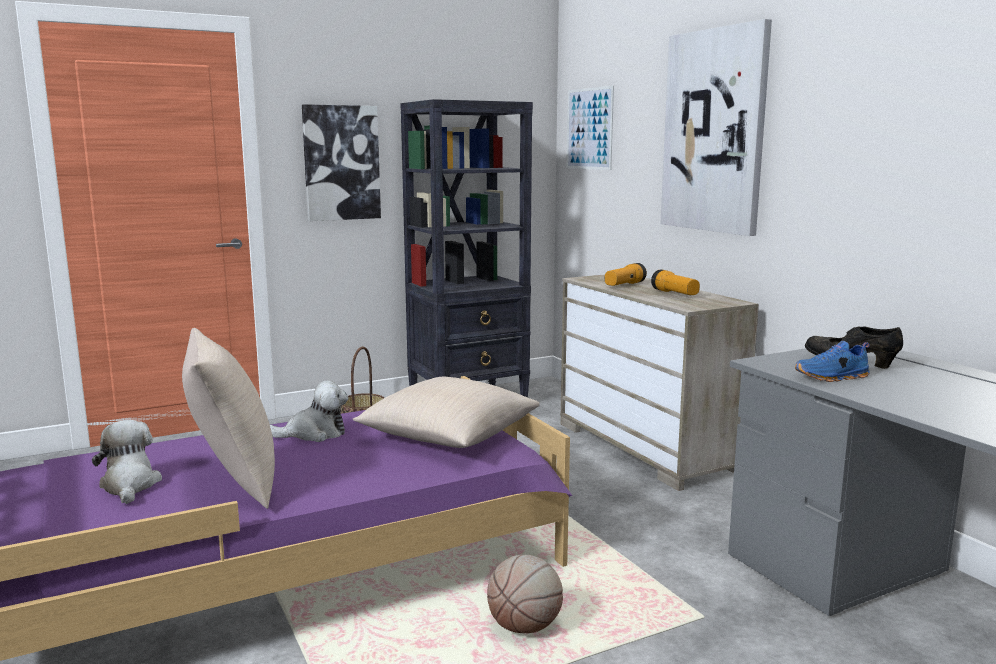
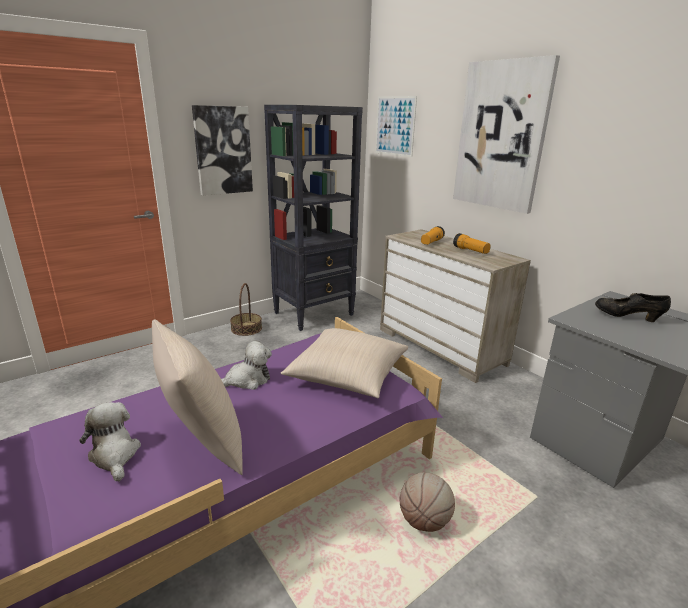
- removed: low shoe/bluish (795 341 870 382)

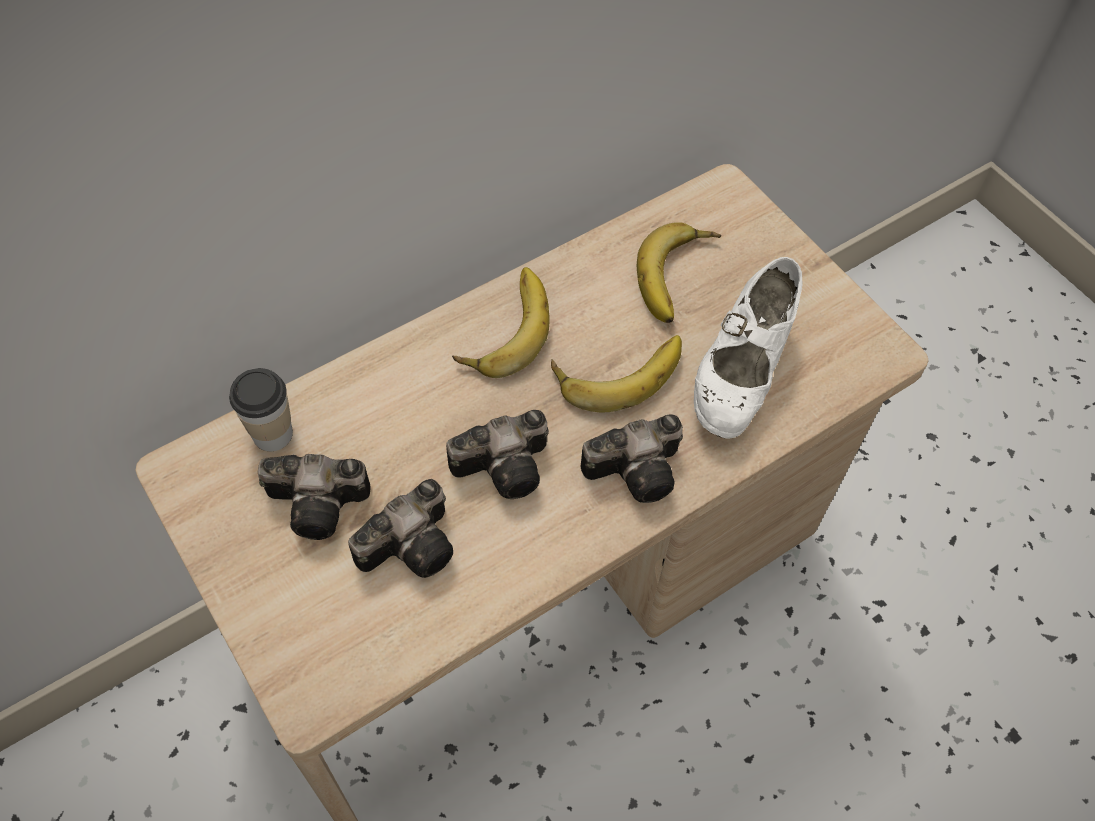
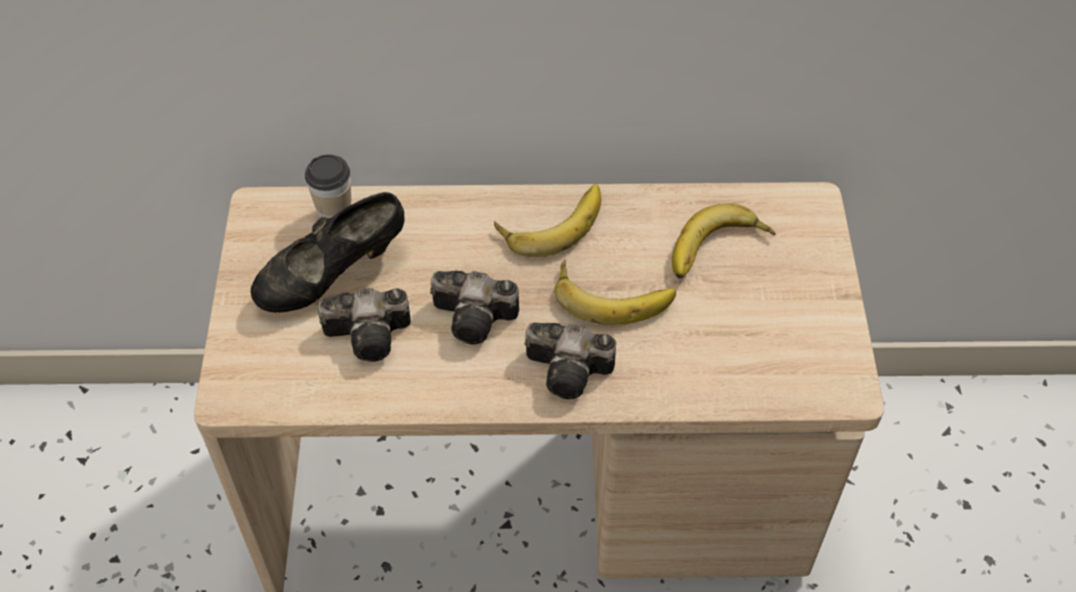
- removed: low shoe/white (694 257 802 438)
- replaced: photo camera (258 454 371 540) to low shoe/blackish (251 192 405 313)

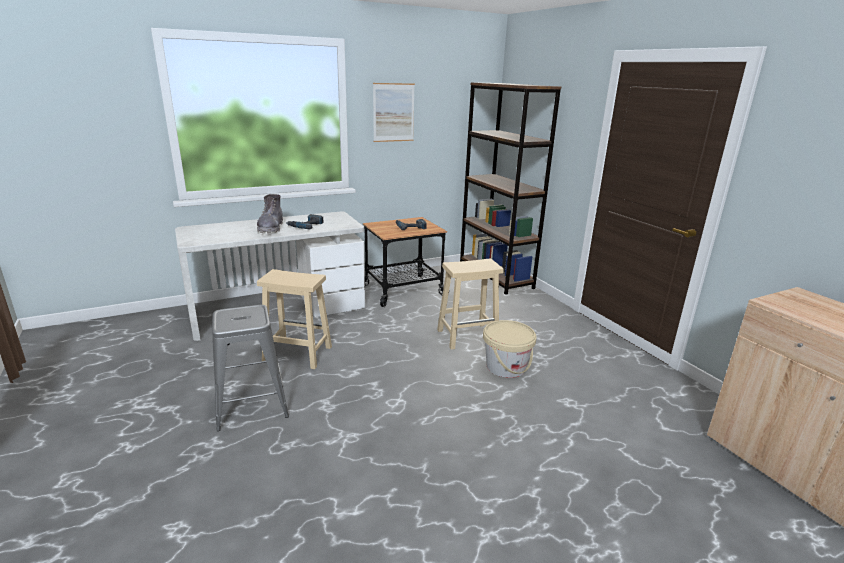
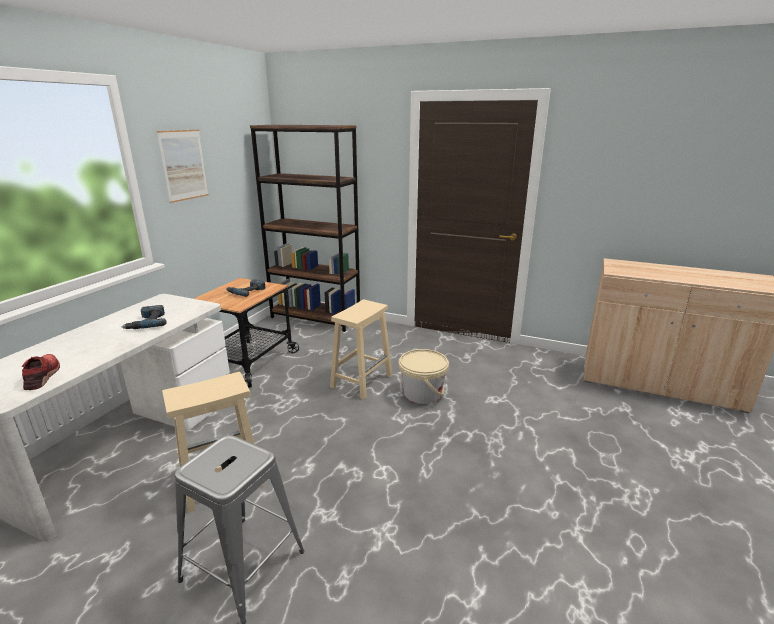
- removed: boot/grey (257 194 283 234)
- added: low shoe/reddish (22 354 60 390)

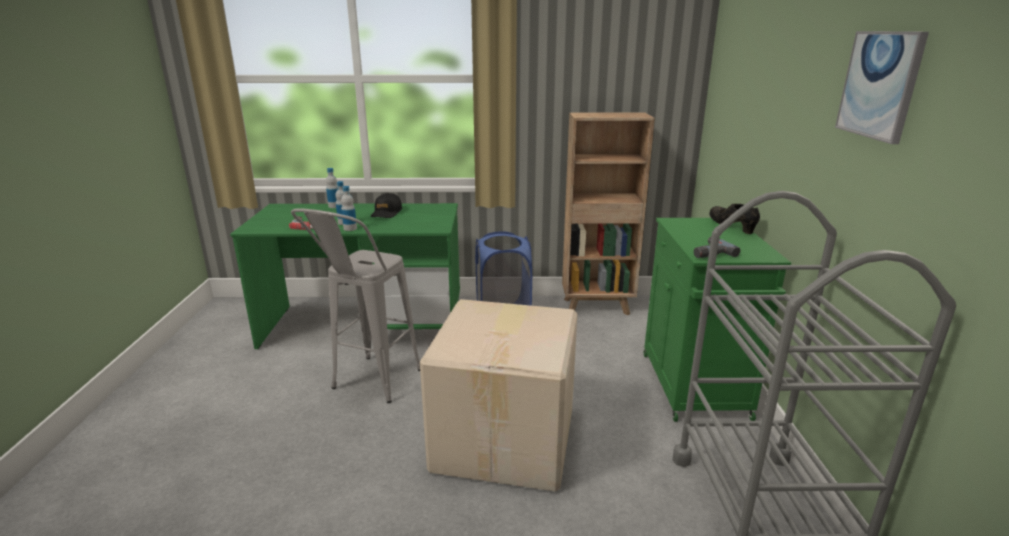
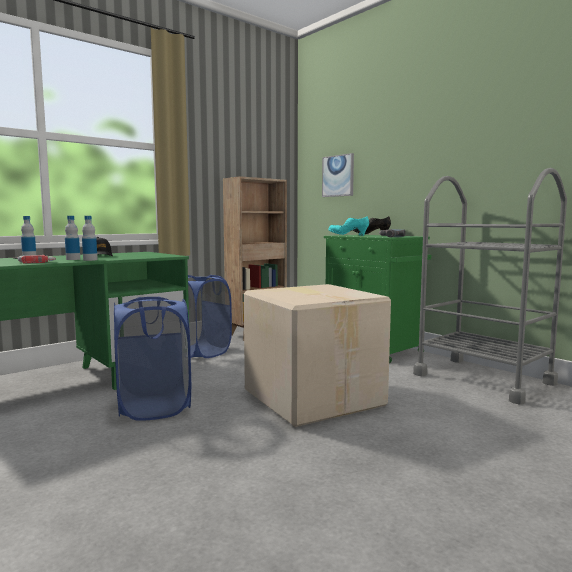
- added: low shoe/turquoise (328 216 369 236)
- moved: picture (835 31 929 144) to (322 153 354 197)
- replaced: stool/grey (291 208 420 403) to washing basket/bluish (114 297 191 421)

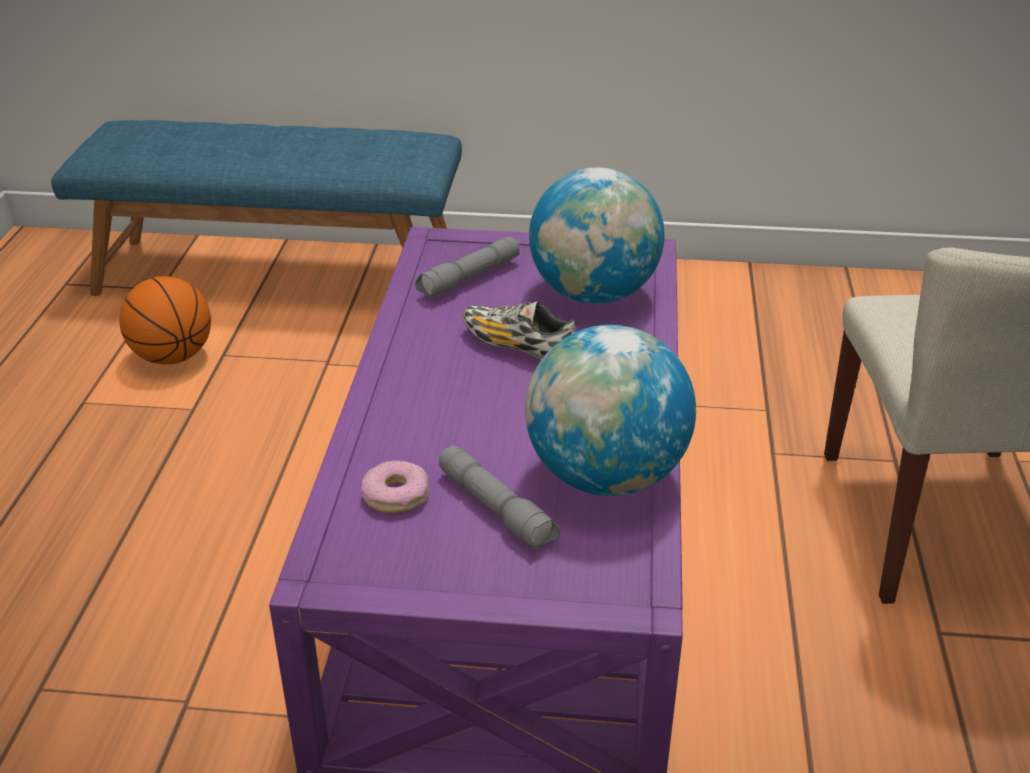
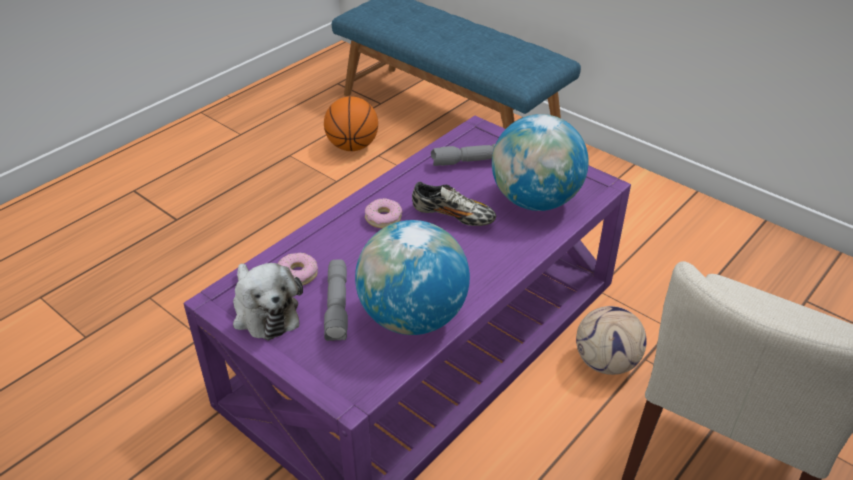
- added: plush toy (233 263 303 341)
- added: doughnut (365 198 402 229)
- added: football ball (576 306 647 375)
- turned: low shoe (462 301 576 360) = (412 182 496 226) 135 degrees clockwise

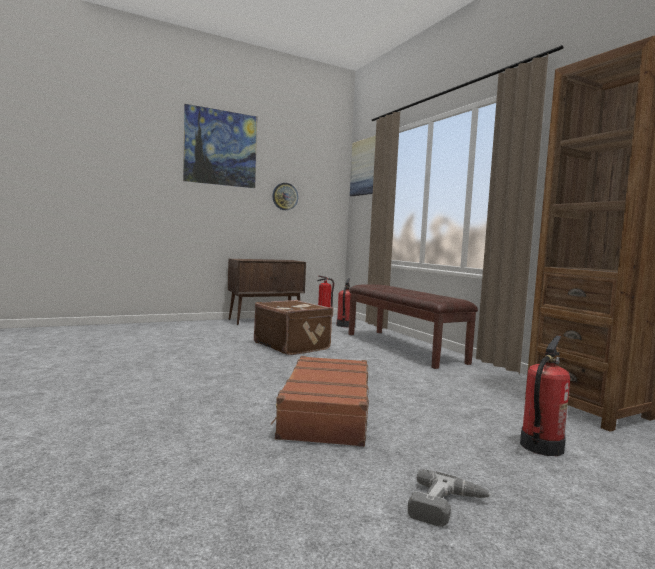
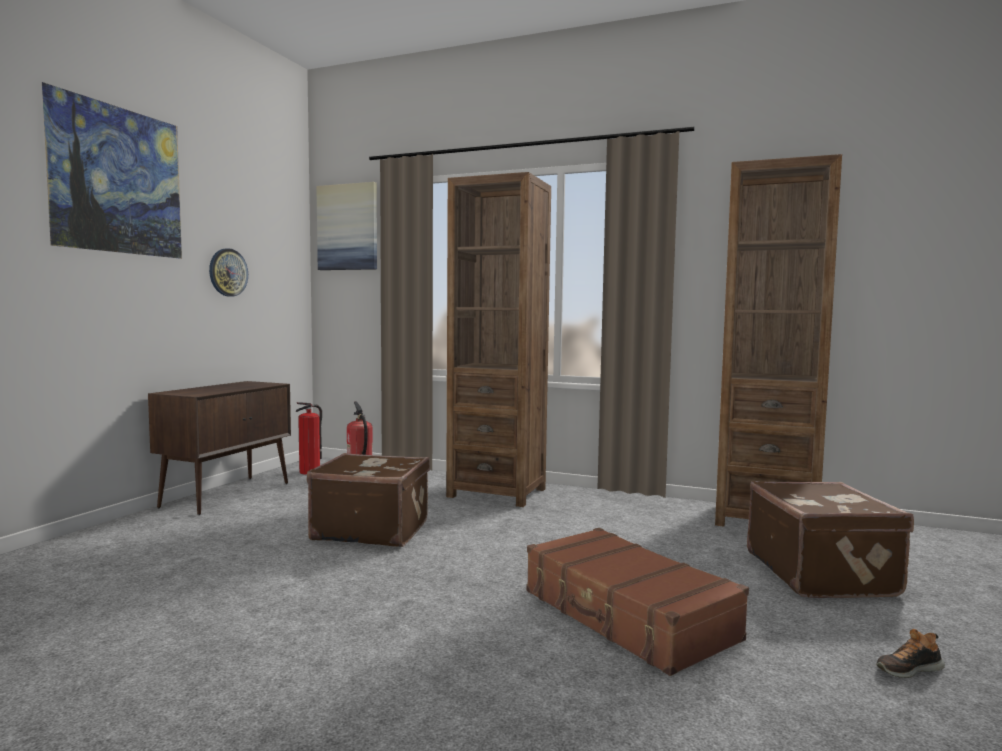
- replaced: bench/brownish (349 284 478 369) to bookshelf/brownish (446 172 551 507)
- replaced: power drill (407 469 491 527) to low shoe (876 629 945 678)
- replaced: extinguisher (520 335 570 456) to suitcase/brownish (747 481 914 598)

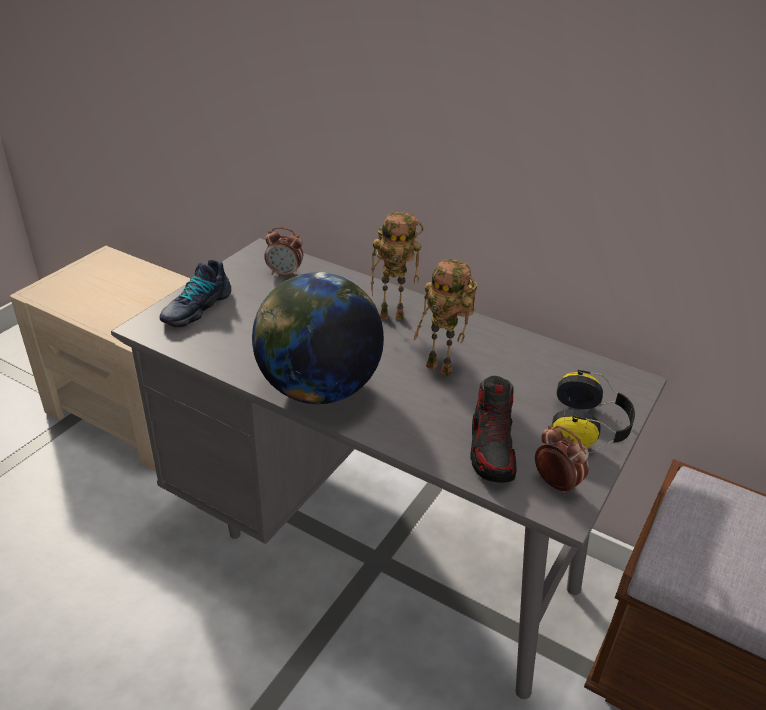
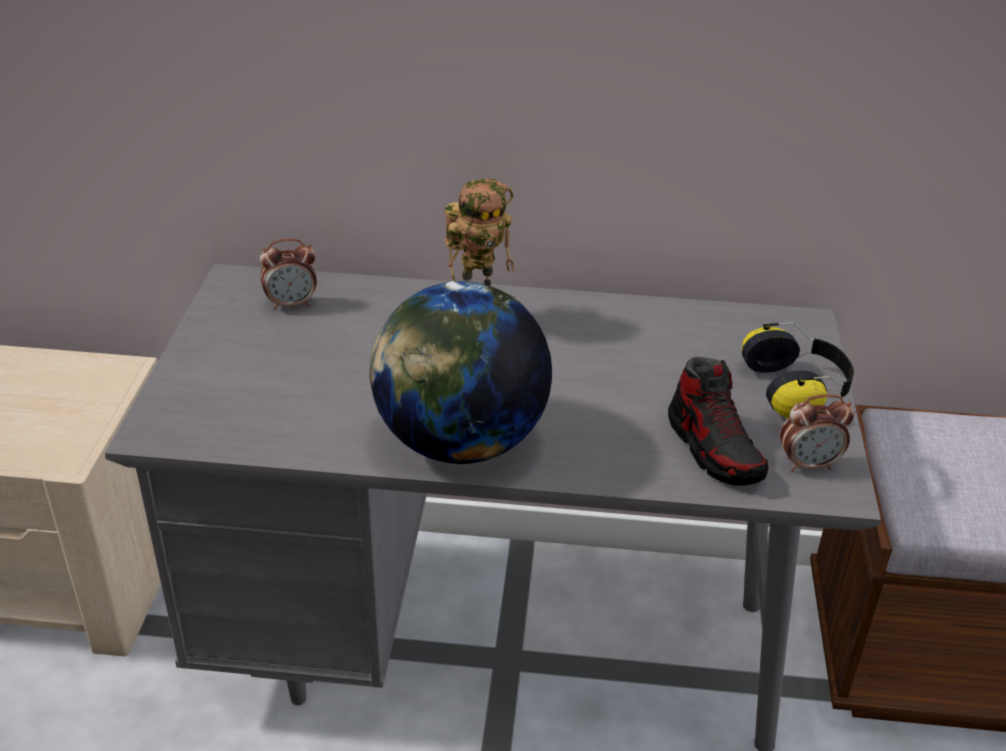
- removed: low shoe (160 259 231 328)
- removed: model robot (414 259 477 377)
- turned: table clock (535 425 589 495) = (780 394 854 472) 150 degrees clockwise

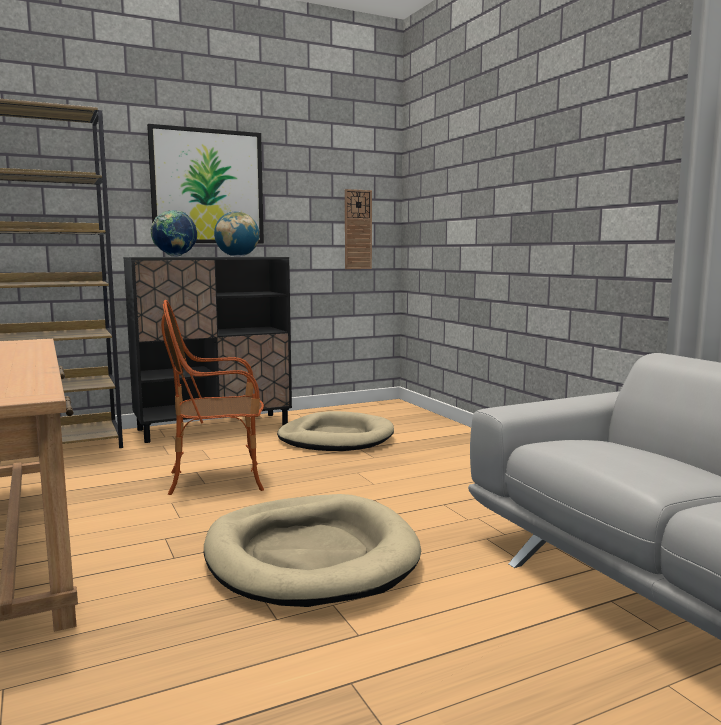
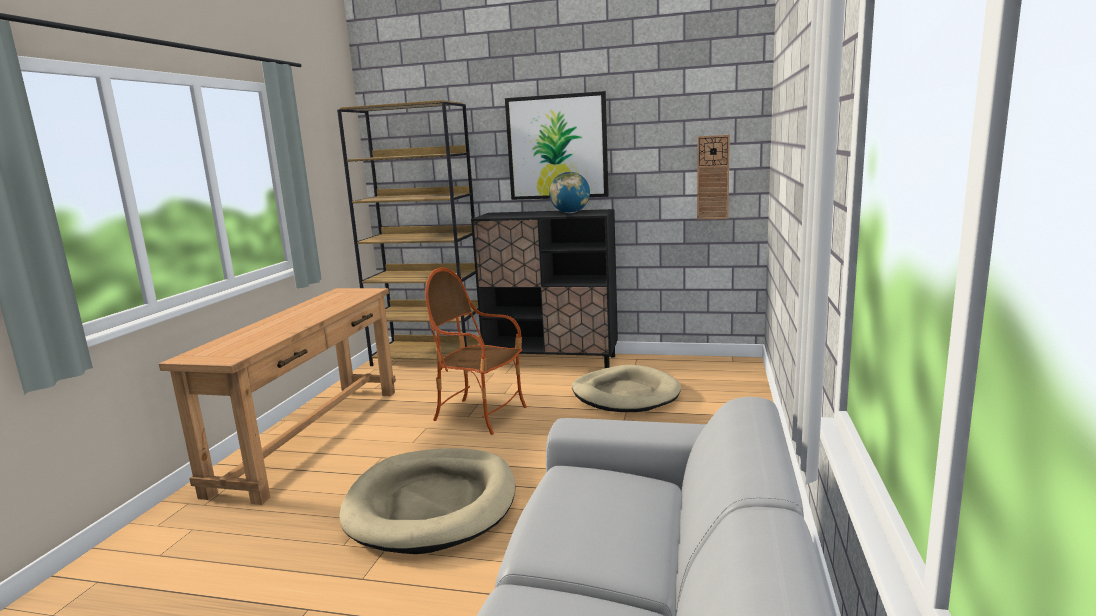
- removed: globe (151 210 197 257)

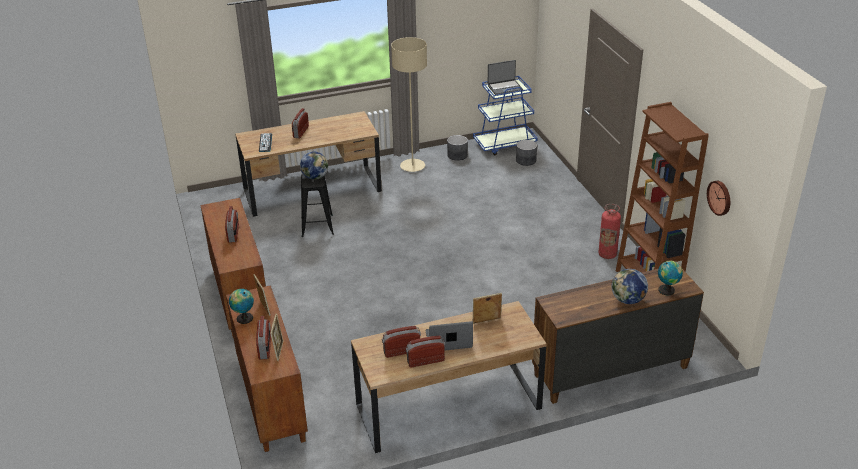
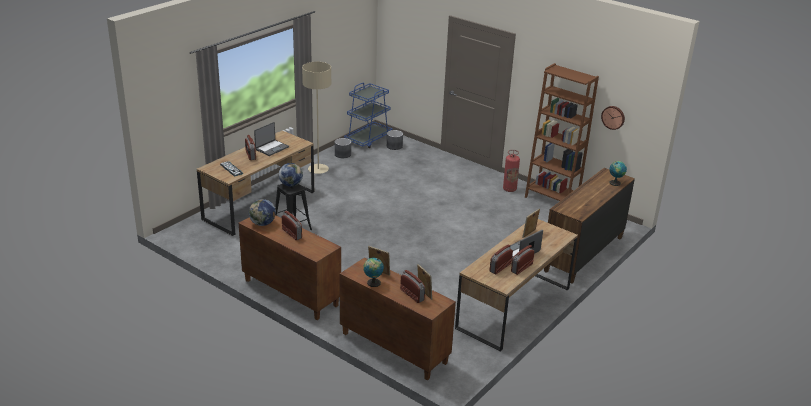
- moved: notebook computer (488 60 523 95) to (254 122 289 156)
- moved: globe (612 269 648 304) to (249 199 276 226)

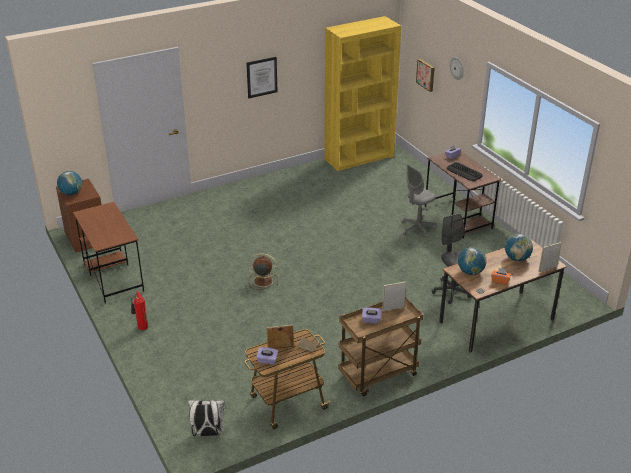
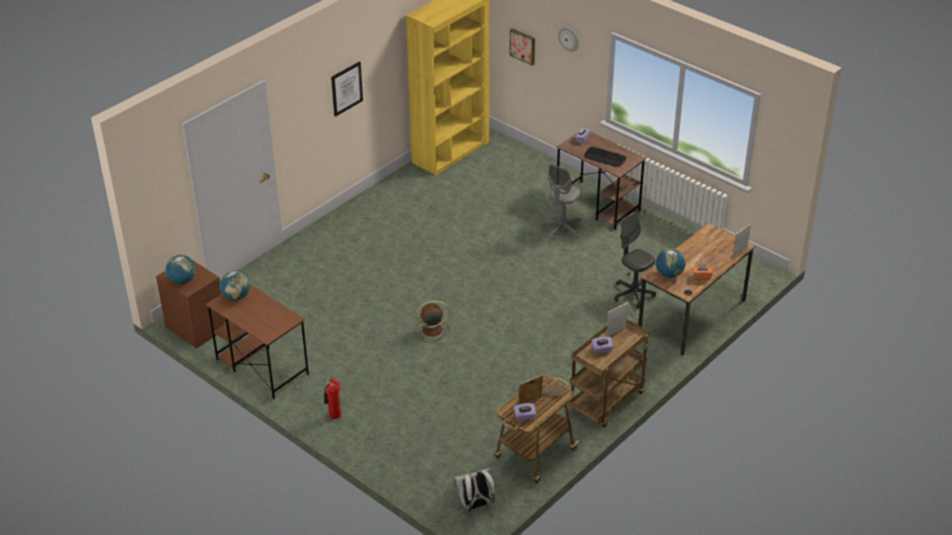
- moved: globe (505 234 533 261) to (220 270 250 300)

